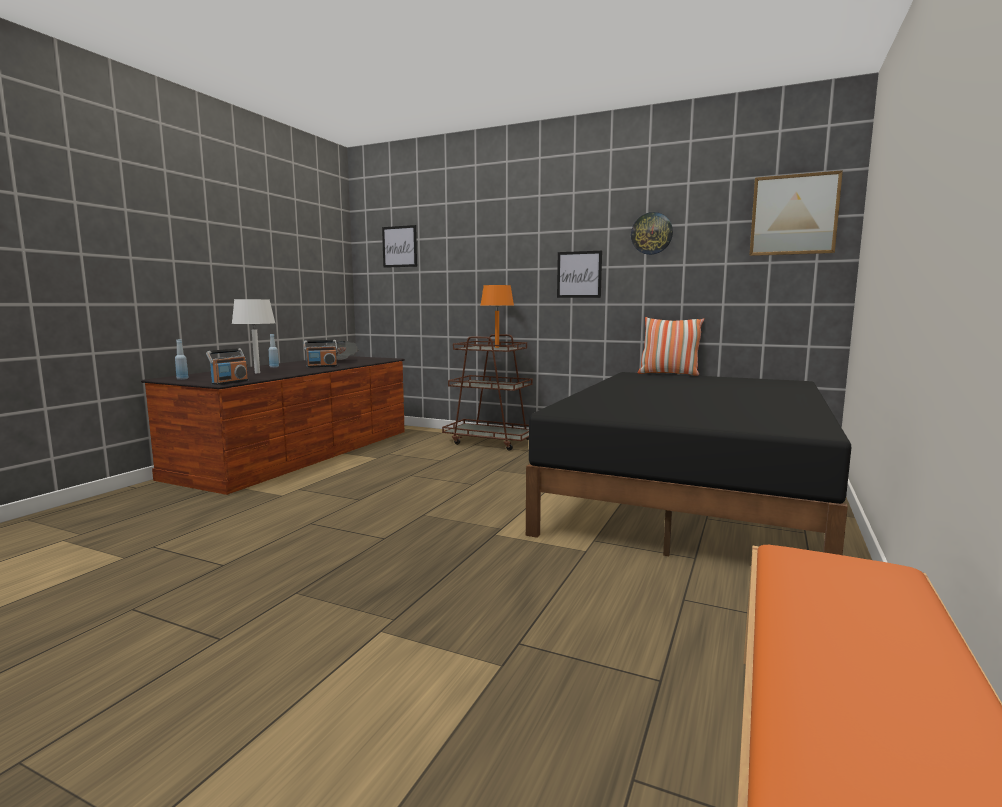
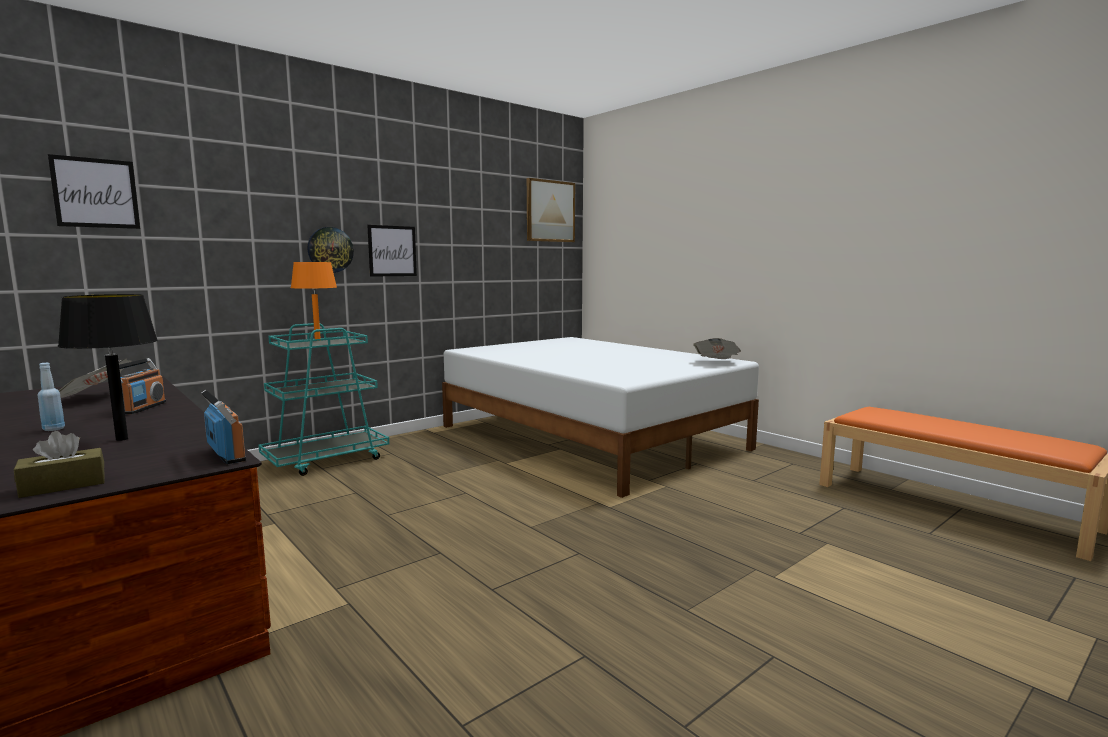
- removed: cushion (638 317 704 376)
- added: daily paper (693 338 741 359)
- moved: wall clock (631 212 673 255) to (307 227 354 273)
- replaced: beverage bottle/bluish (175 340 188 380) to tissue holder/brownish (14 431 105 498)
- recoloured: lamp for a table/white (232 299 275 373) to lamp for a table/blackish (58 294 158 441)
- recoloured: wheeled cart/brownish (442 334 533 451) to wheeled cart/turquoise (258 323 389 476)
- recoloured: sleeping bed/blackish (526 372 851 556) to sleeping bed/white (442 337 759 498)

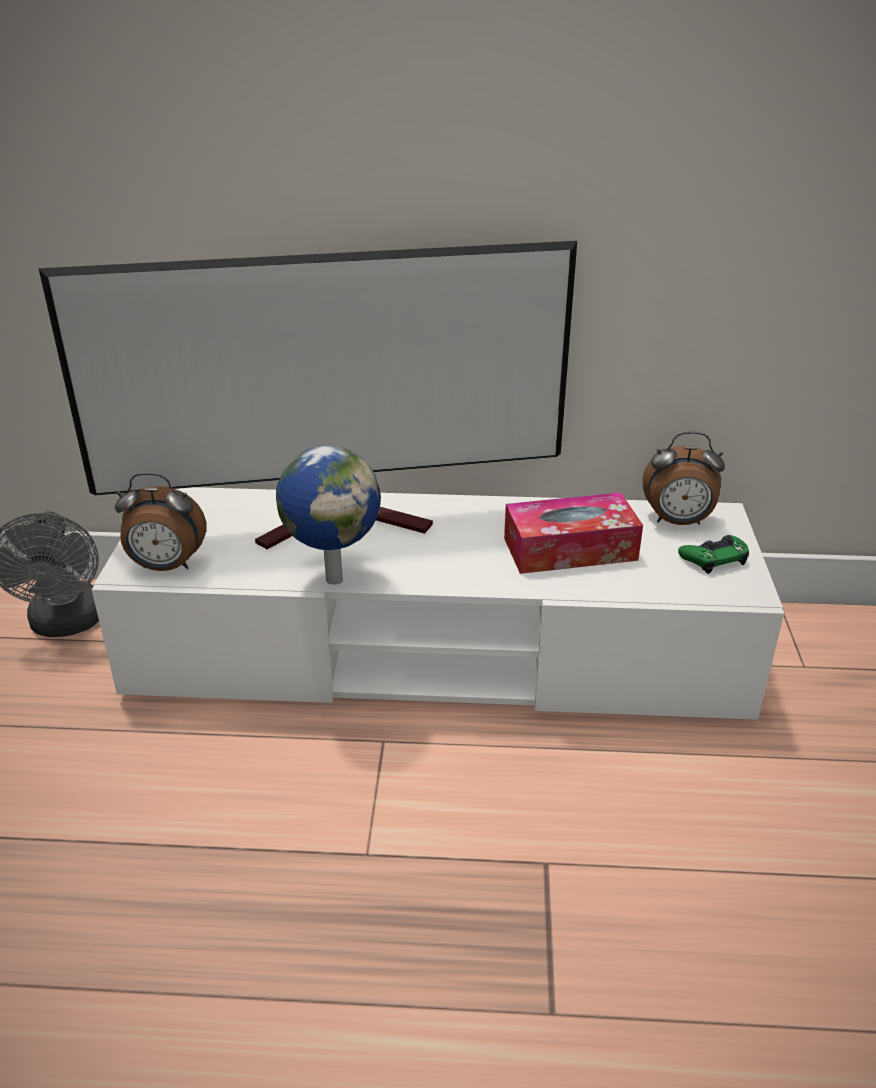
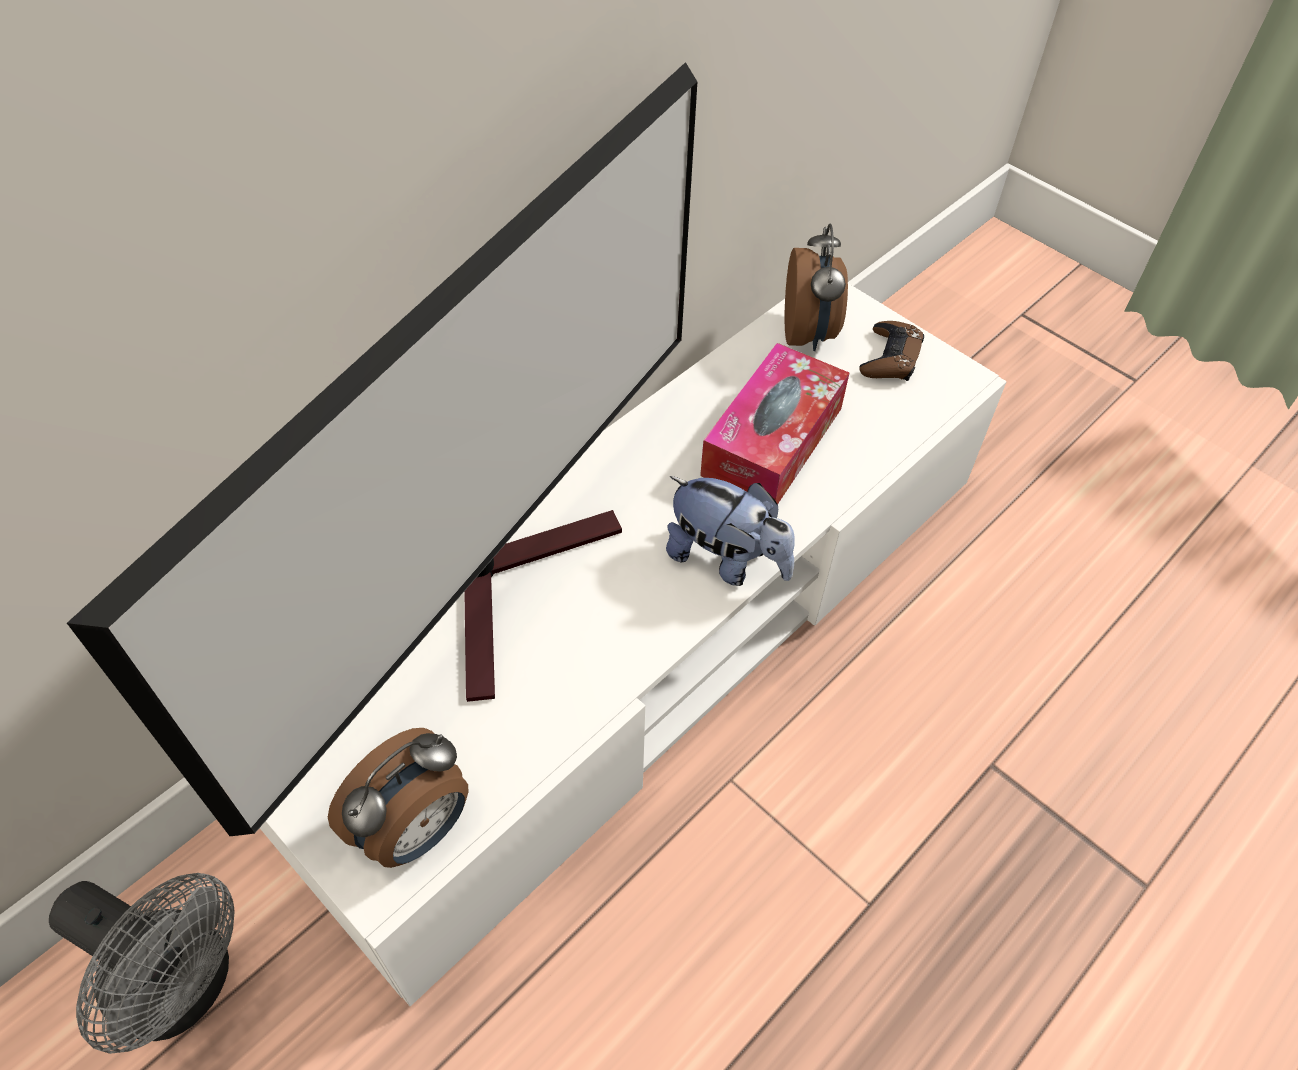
- removed: globe (276 445 381 585)
- added: plush toy (666 476 795 586)
- recoloured: joypad/greenish (678 535 749 574) to joypad/brownish (859 321 924 381)
- turned: table clock (643 432 725 525) = (785 224 848 351) 45 degrees counterclockwise

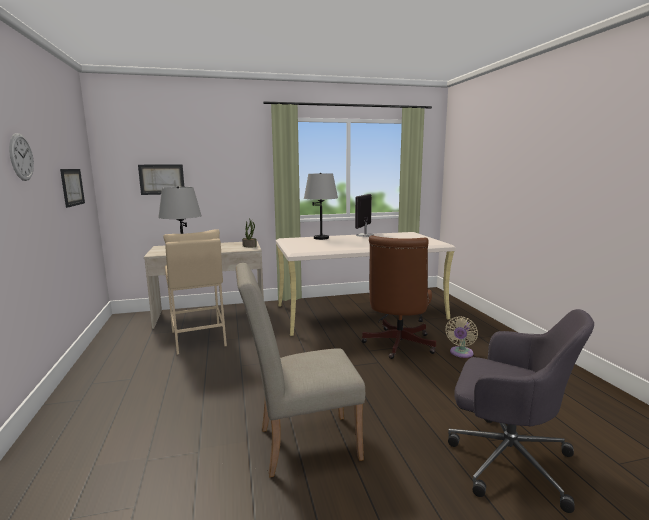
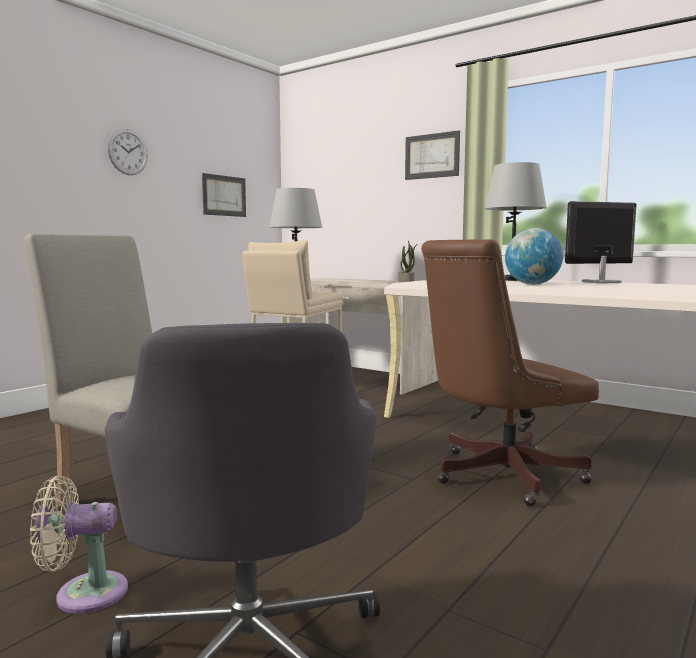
- added: globe (505 228 563 285)
- moved: picture (138 164 184 195) to (405 130 460 180)
- moved: fan/beige (445 317 478 358) to (30 476 128 614)

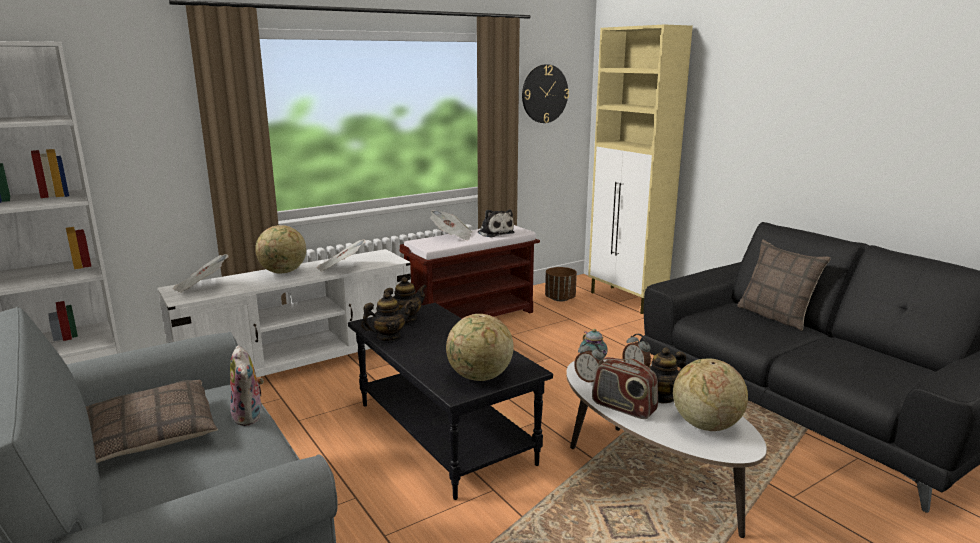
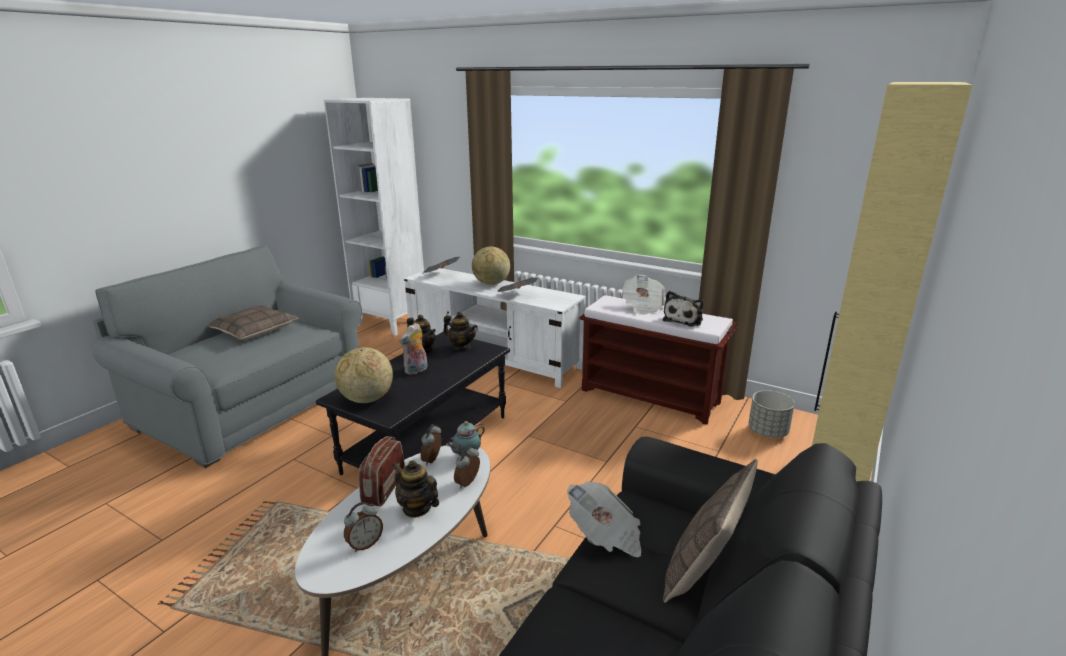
- removed: wall clock (522 64 569 123)
- added: daily paper (567 482 641 557)
- moved: plush toy (230 345 264 426) to (399 323 428 375)
- replaced: globe (673 359 748 431) to table clock (344 502 383 552)
- recoloured: plant pot/brownish (545 267 577 301) to plant pot/grey (748 390 795 438)

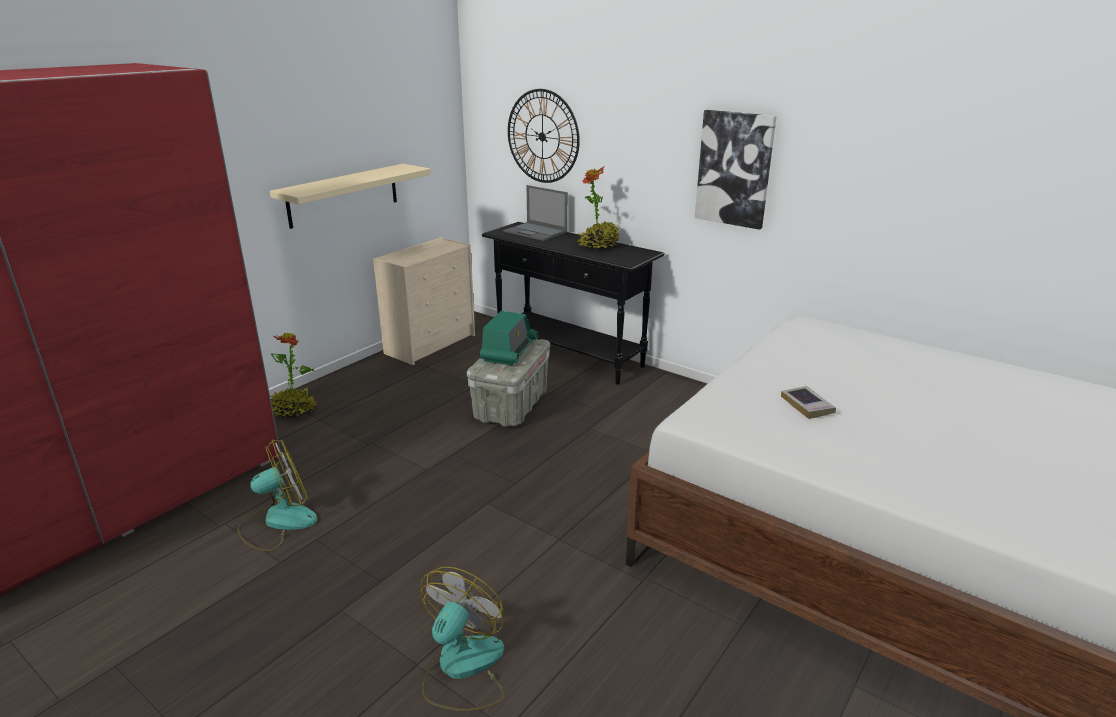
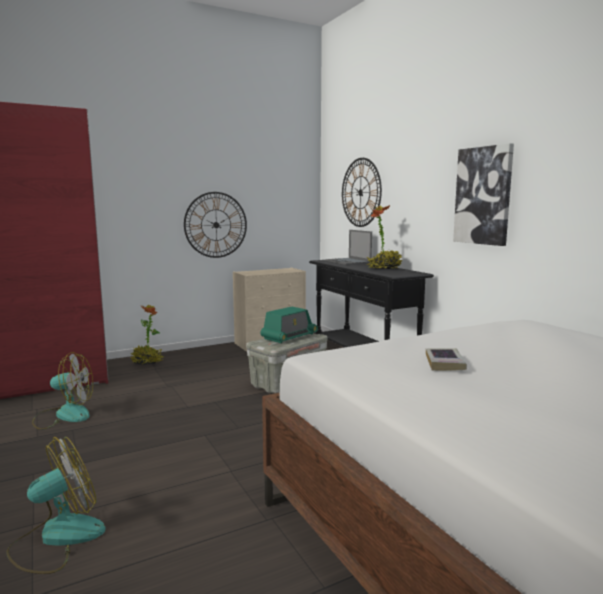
- replaced: shelf/beige (270 164 431 229) to wall clock (184 192 247 258)

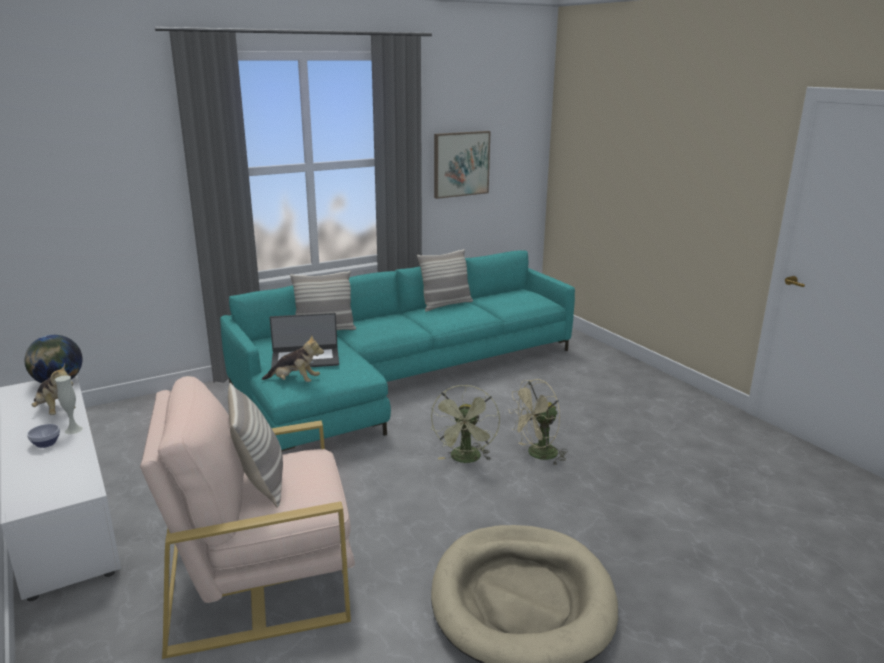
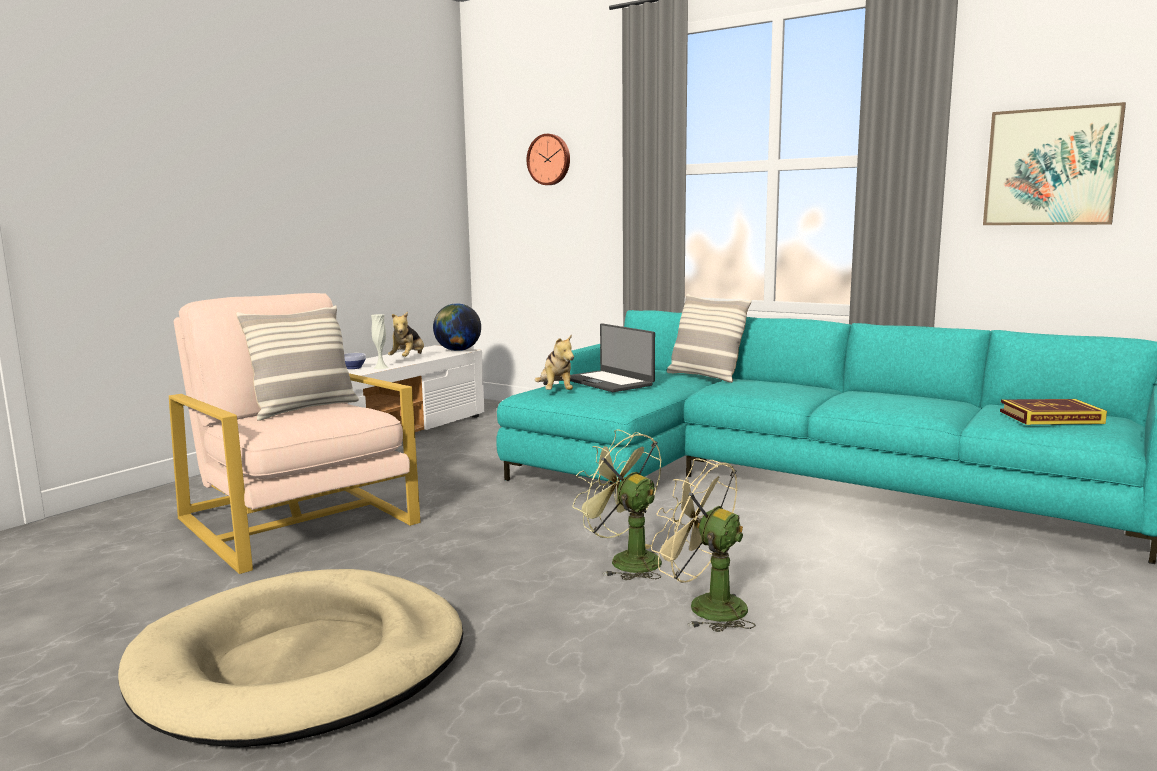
- removed: cushion (417 249 473 312)
- added: wall clock (527 134 570 185)
- added: bound book (1000 399 1107 425)
- turned: fan/greenish (431 385 500 463) = (572 429 662 580) 60 degrees clockwise

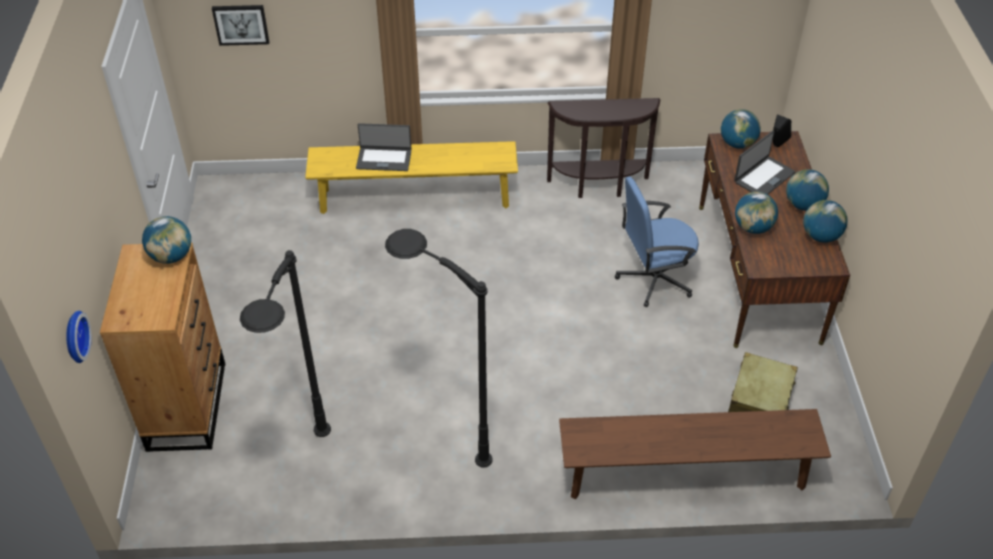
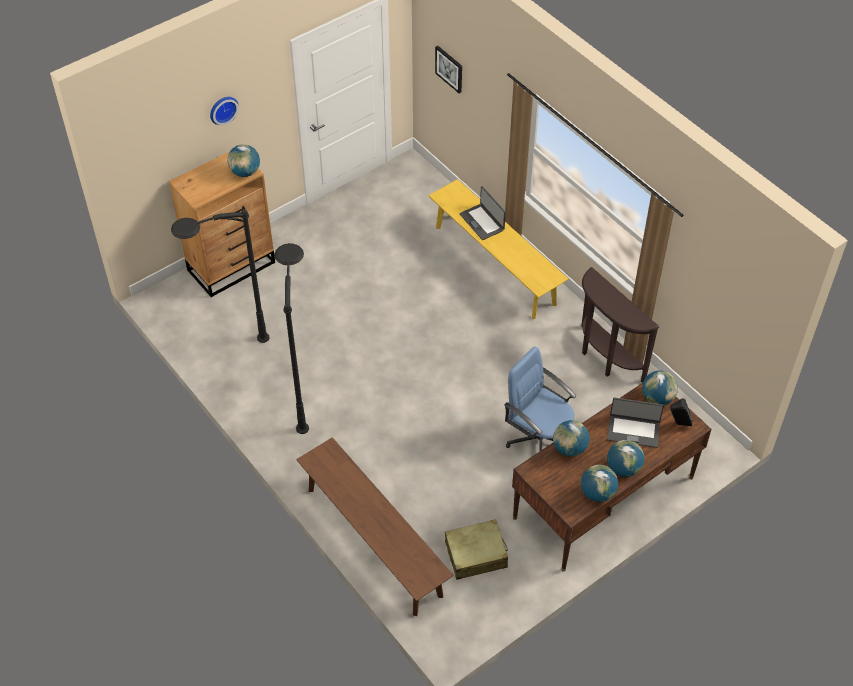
- moved: wall clock (66 311 92 363) to (210 97 239 125)

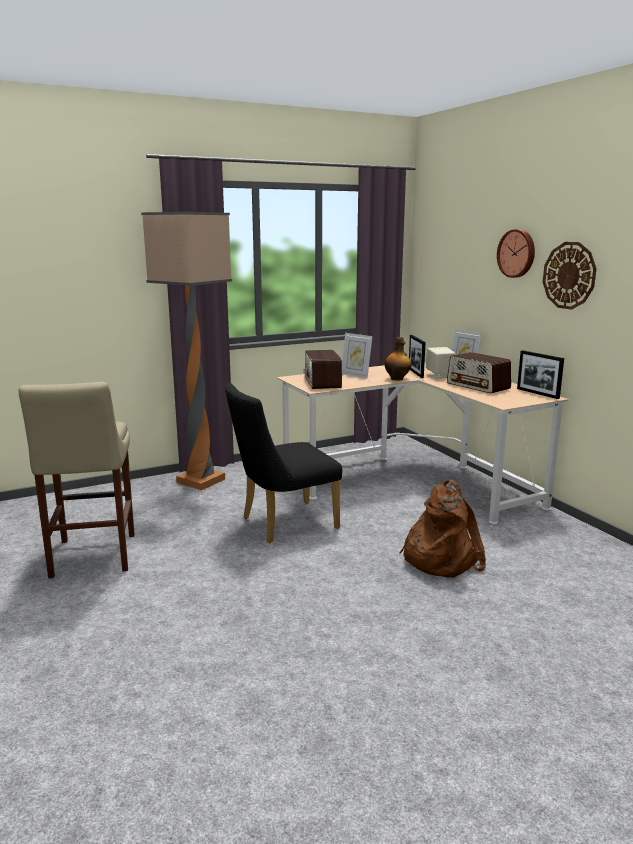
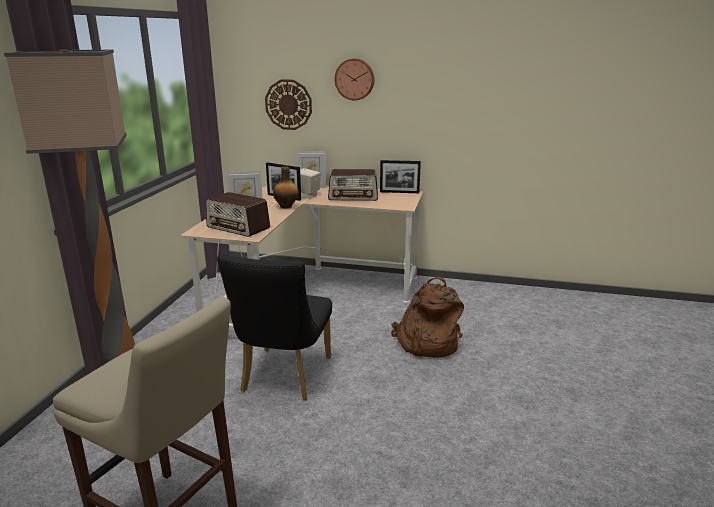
- moved: wall clock (543 242 597 310) to (265 79 312 130)

